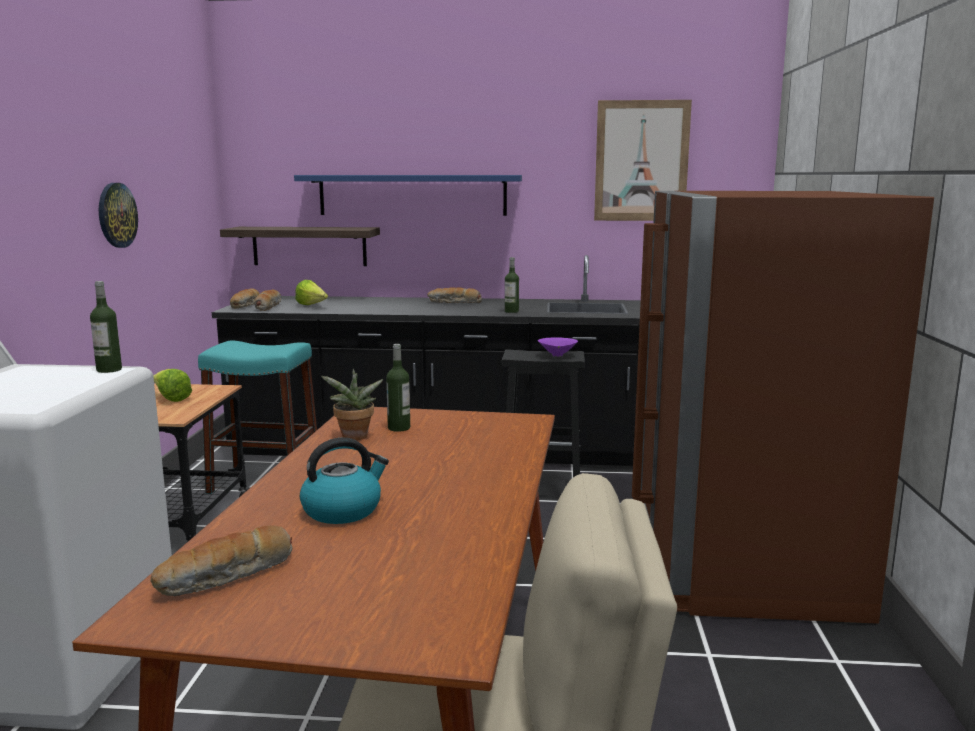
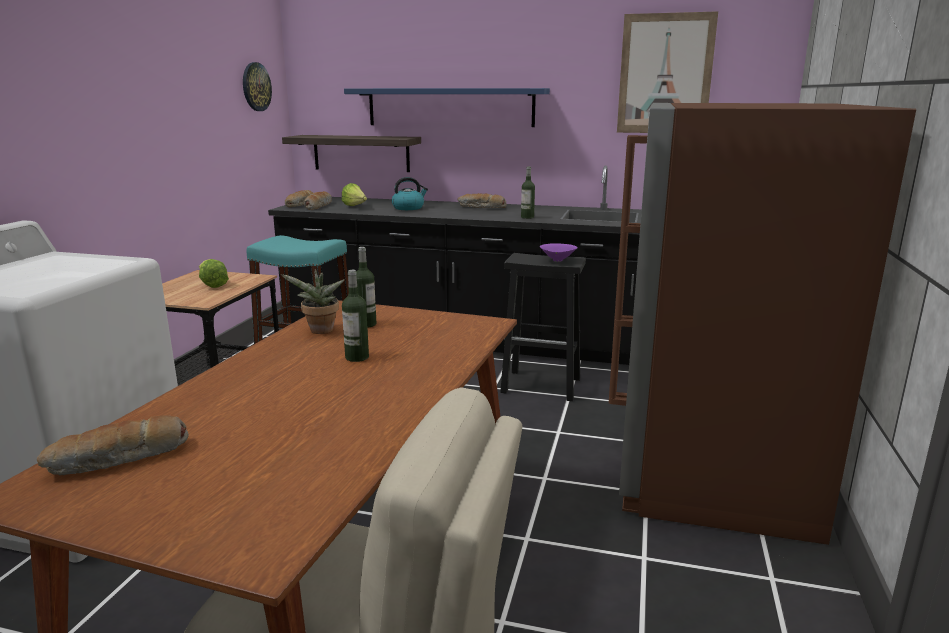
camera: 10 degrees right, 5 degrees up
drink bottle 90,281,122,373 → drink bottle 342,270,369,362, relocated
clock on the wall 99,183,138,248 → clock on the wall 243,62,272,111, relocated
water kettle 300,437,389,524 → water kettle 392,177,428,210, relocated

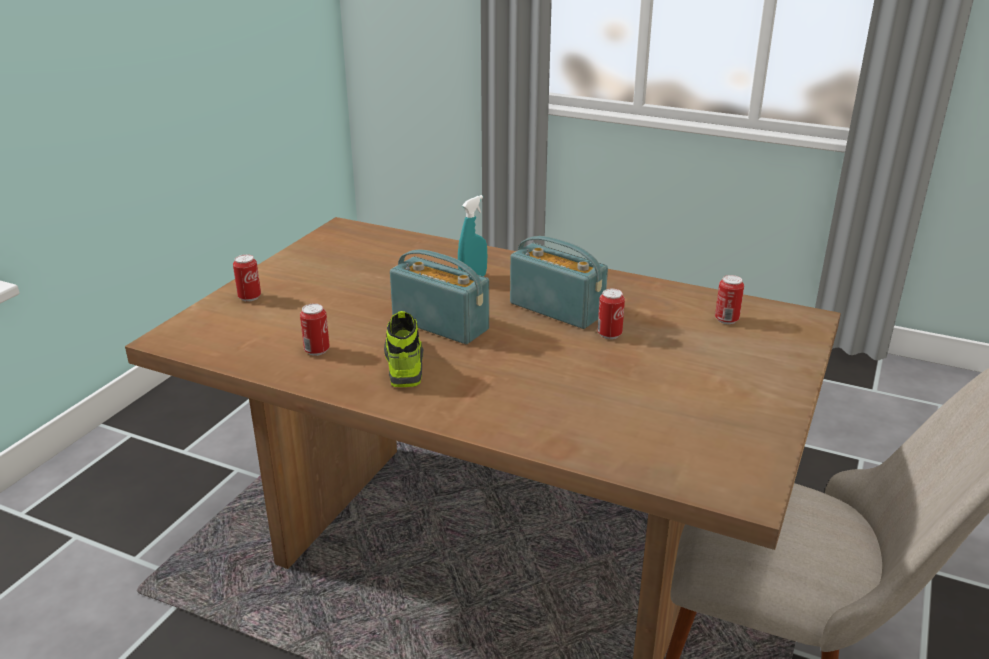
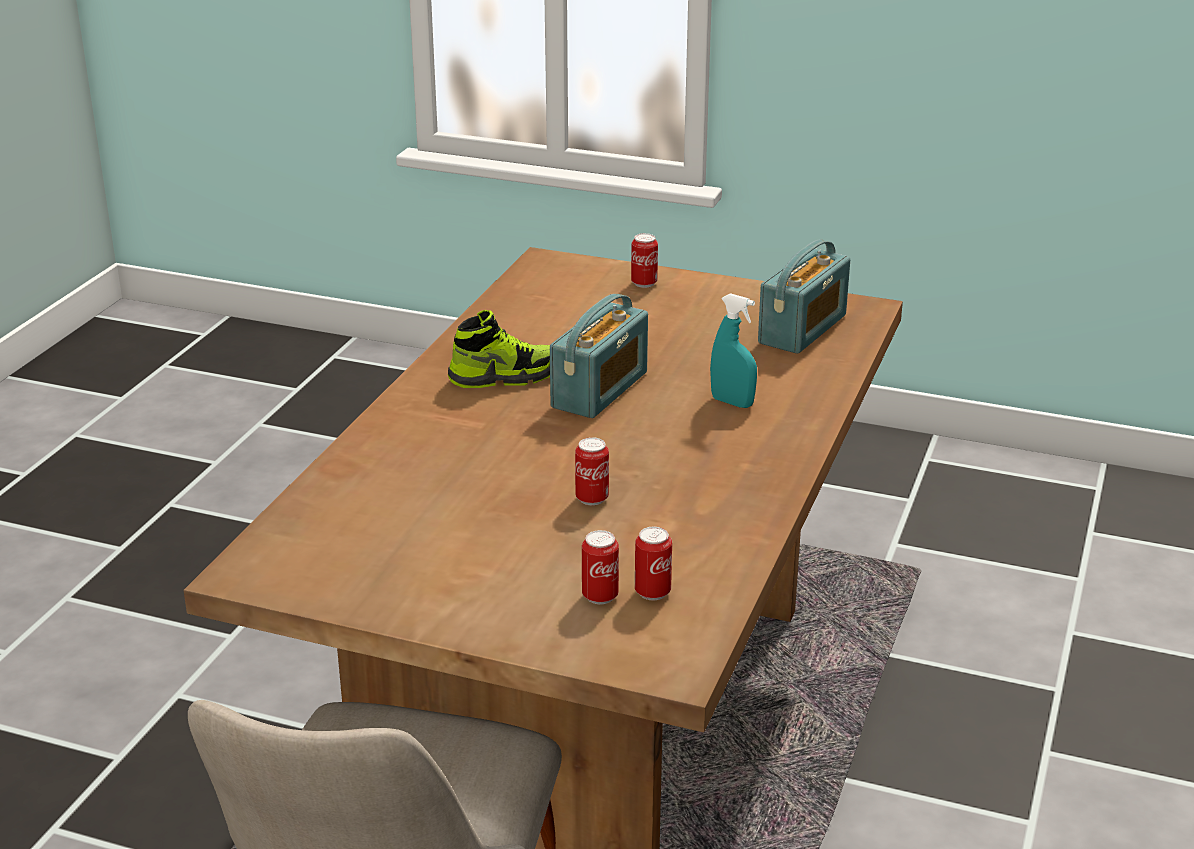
camera: 85 degrees right, 0 degrees up
sealed can 300,303,330,356 → sealed can 582,530,619,604, relocated
radio receiver 510,236,608,329 → radio receiver 758,240,850,354, relocated

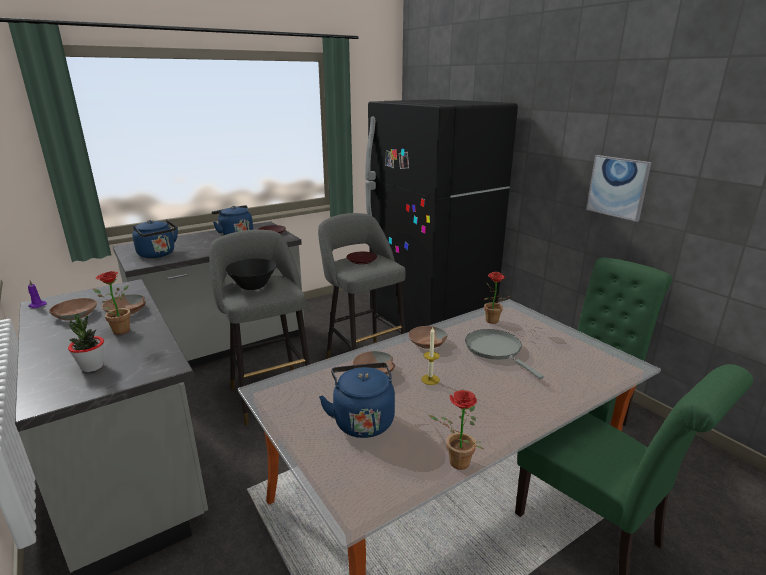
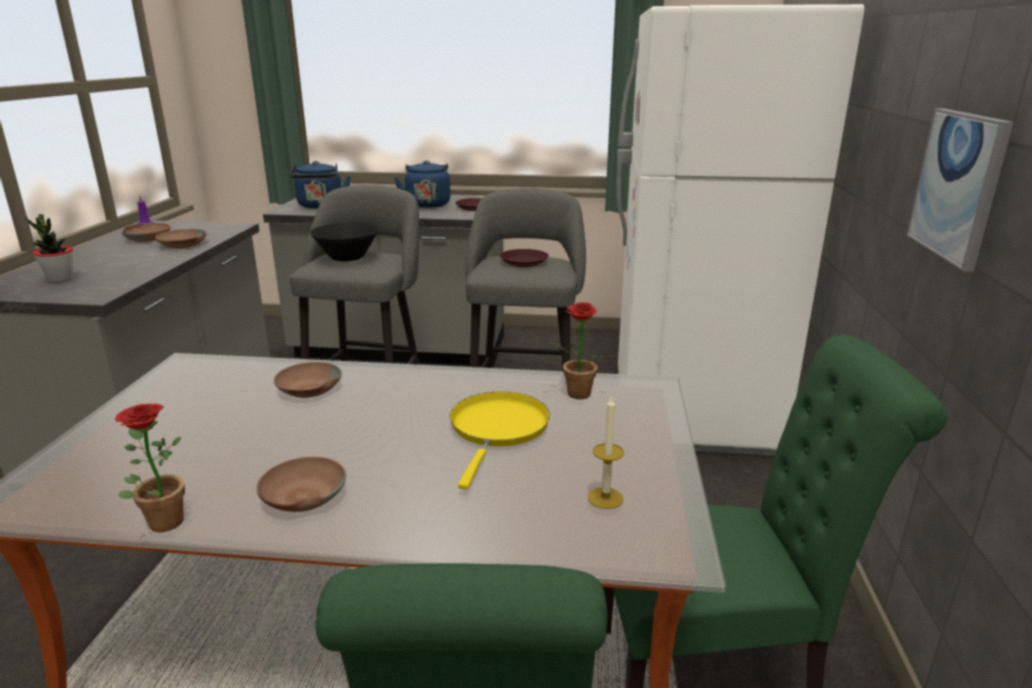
camera: 40 degrees right, 0 degrees up
potted plant 93,271,130,335 → -
water kettle (bluish) 319,363,395,438 → -
refrigerator (black) 365,99,518,333 → refrigerator (white-coloured) 617,4,864,456
bowl (brown) 409,326,448,349 → bowl (brown) 256,457,346,512, relocated
candle 421,328,440,385 → candle 588,396,624,509, relocated
frying pan (gray) 465,329,544,379 → frying pan (yellow-coloured) 450,391,550,490

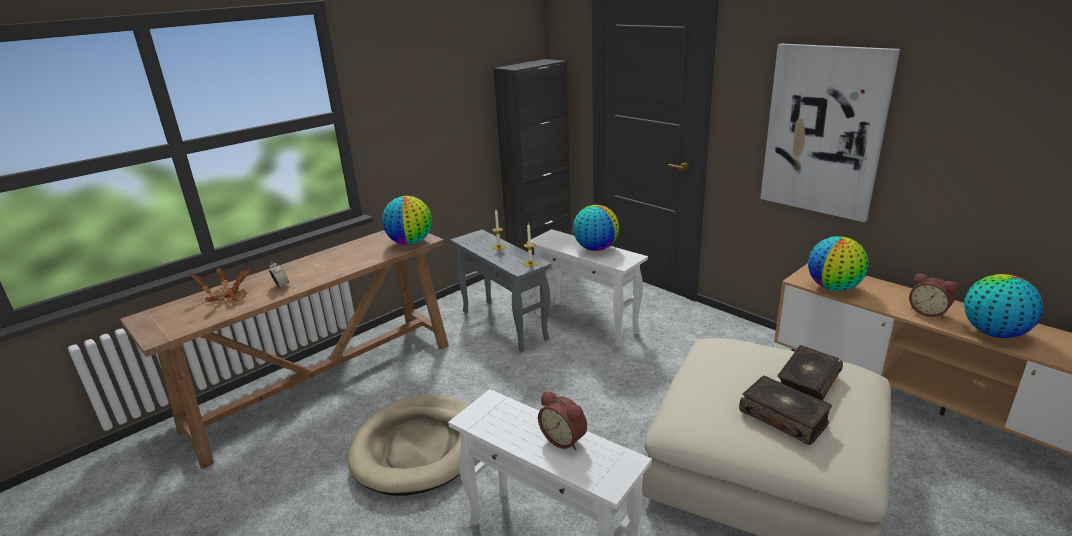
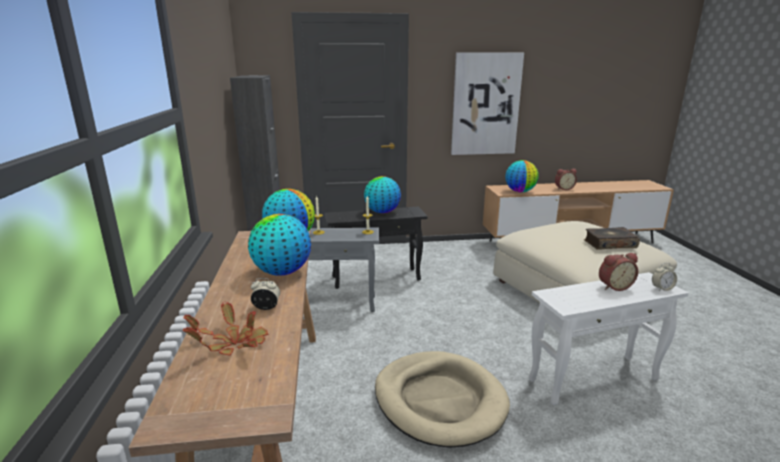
camera: 55 degrees left, 5 degrees down
end table (white-coloured) 527,229,648,348 → end table (black) 325,206,428,289
bound book 777,345,843,401 → -
globe 964,274,1044,338 → globe 248,214,311,276, relocated
- → bedside clock 652,263,677,291

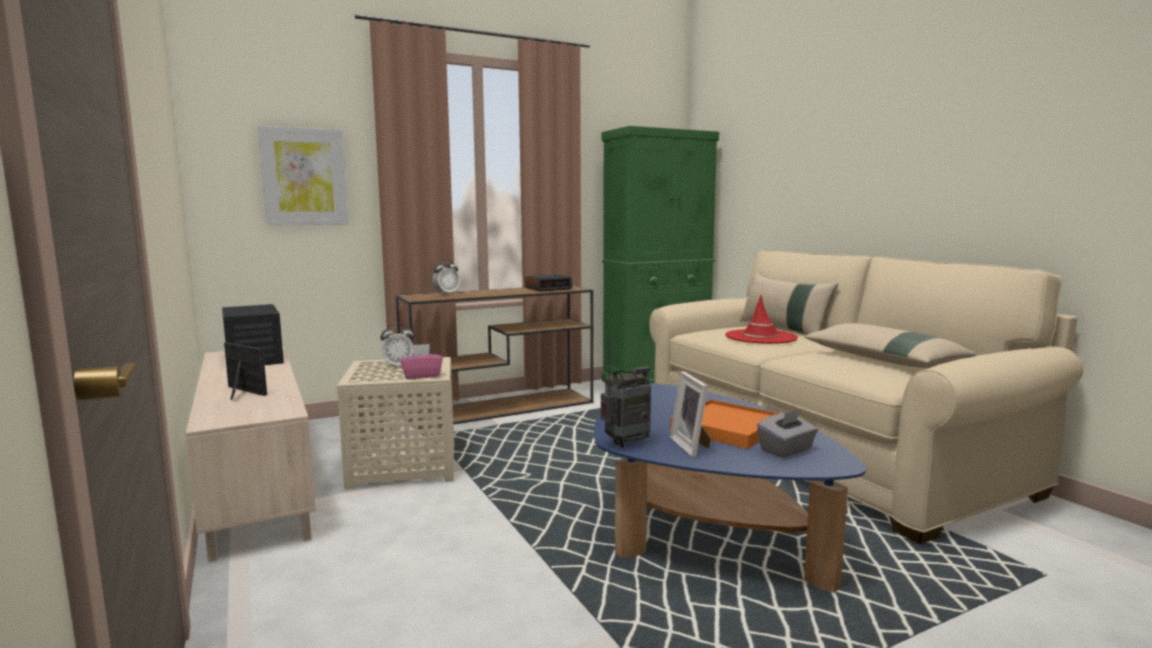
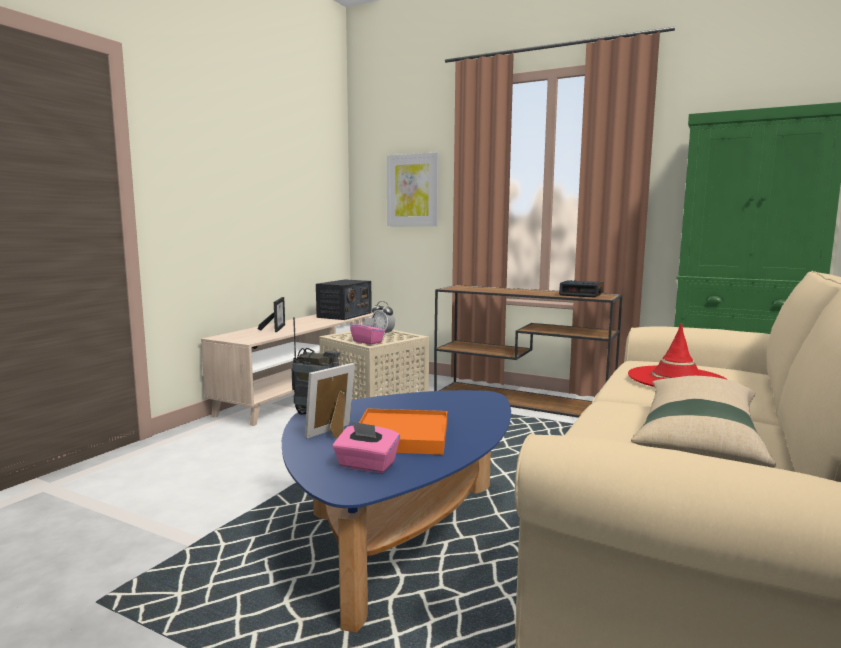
camera: 55 degrees right, 0 degrees up
bedside clock 432,259,460,295 → -
pillow (beige) 740,273,838,335 → -
tissue holder (gray) 757,409,818,458 → tissue holder (pink-coloured) 333,421,400,473

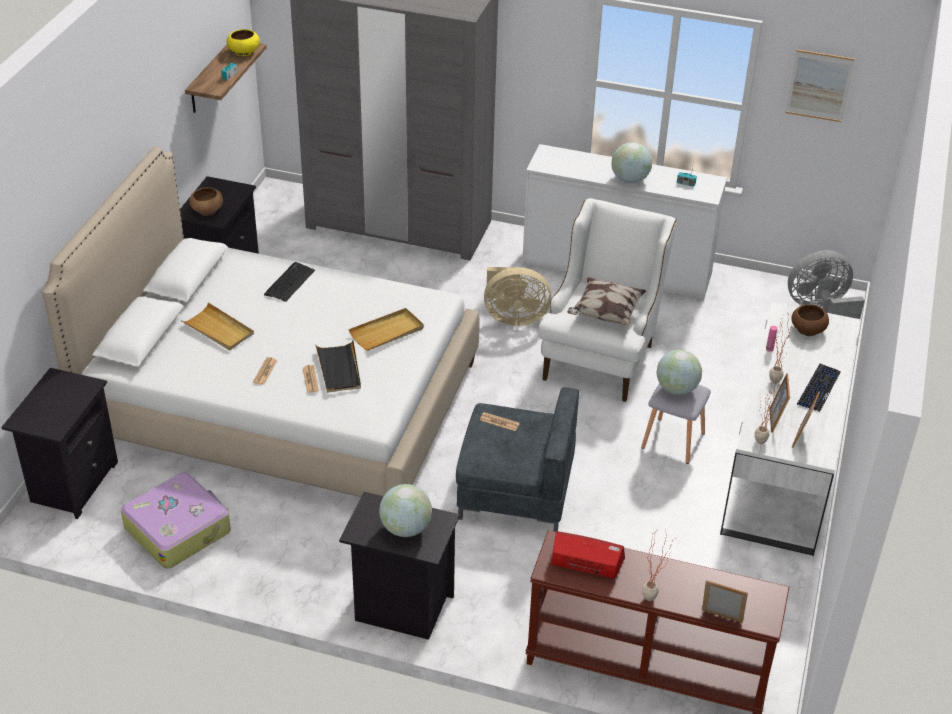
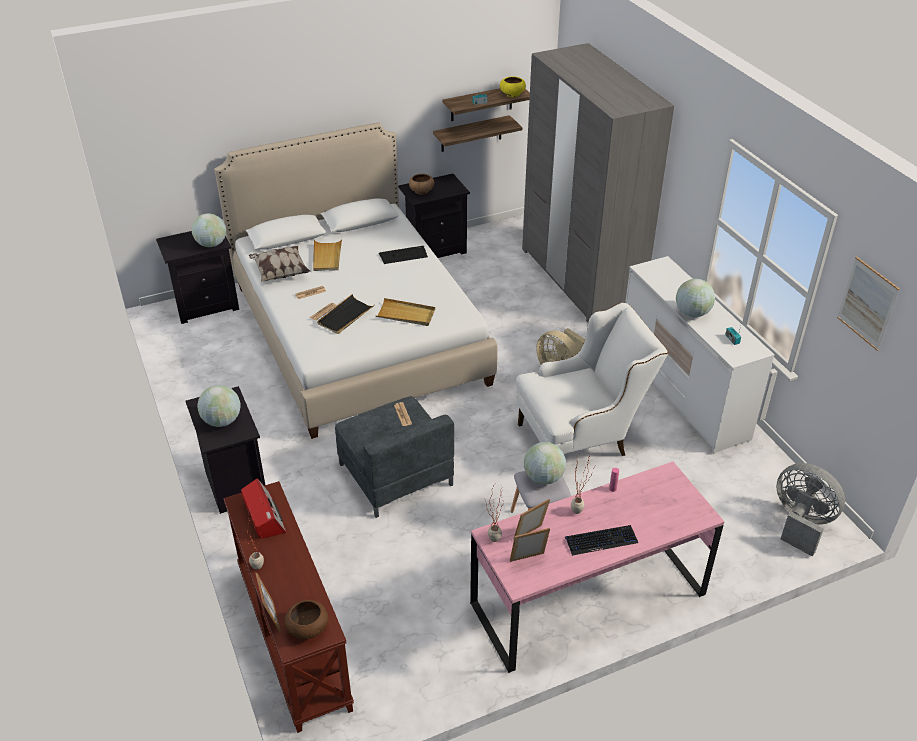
camera: 50 degrees right, 0 degrees up
suitcase 121,473,231,569 → -
pillow 567,277,647,327 → pillow 249,246,311,282, relocated
desk table (white-coloured) 720,302,860,556 → desk table (pink-coloured) 470,462,724,673
bowl (brown) 791,304,829,336 → bowl (brown) 285,600,328,639, relocated
- → globe 192,213,226,247
- → wall shelf 433,115,522,152

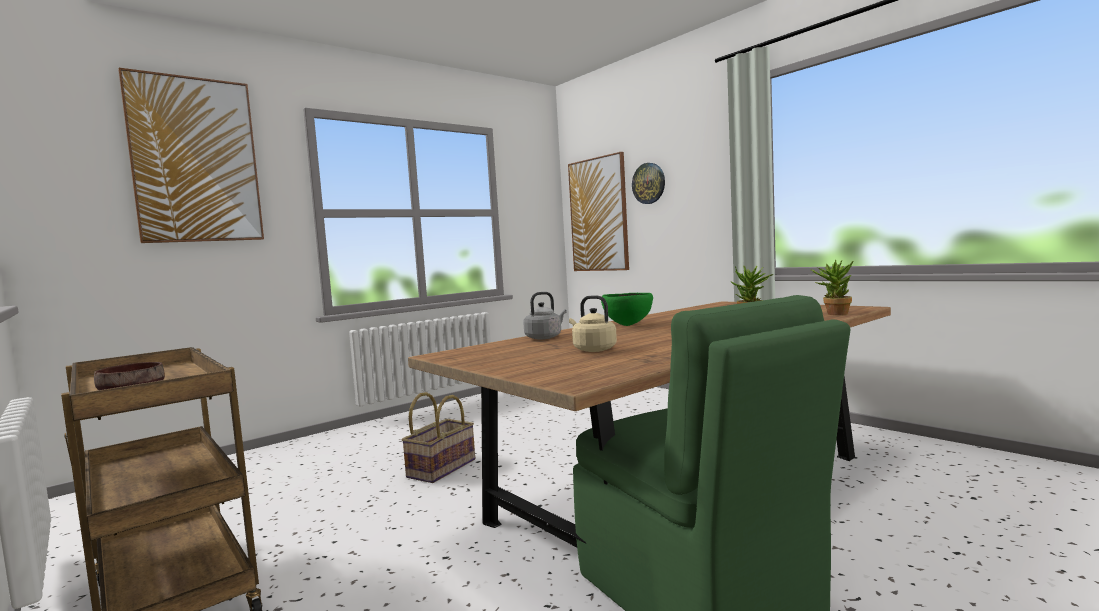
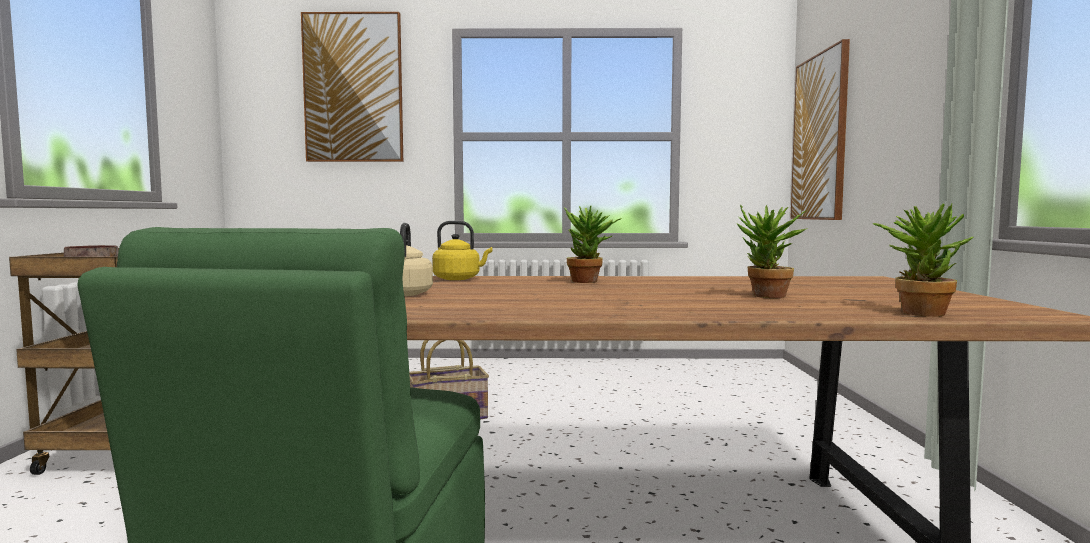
camera: 40 degrees right, 0 degrees up
water kettle (gray) 523,292,567,339 → water kettle (yellow-coloured) 432,221,492,280
bowl (greenish) 601,293,653,326 → potted plant 564,206,622,283
clock on the wall 632,163,665,204 → -

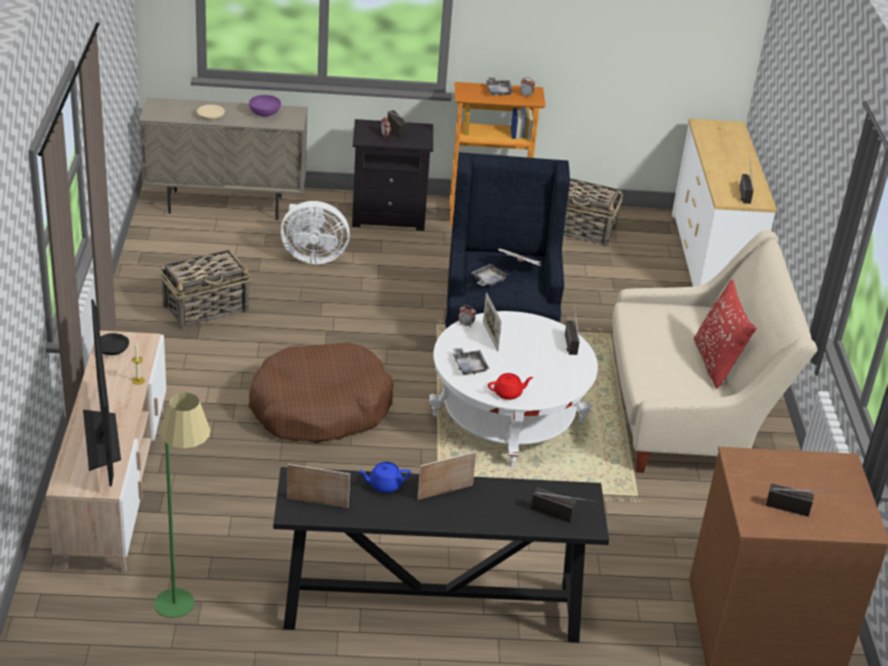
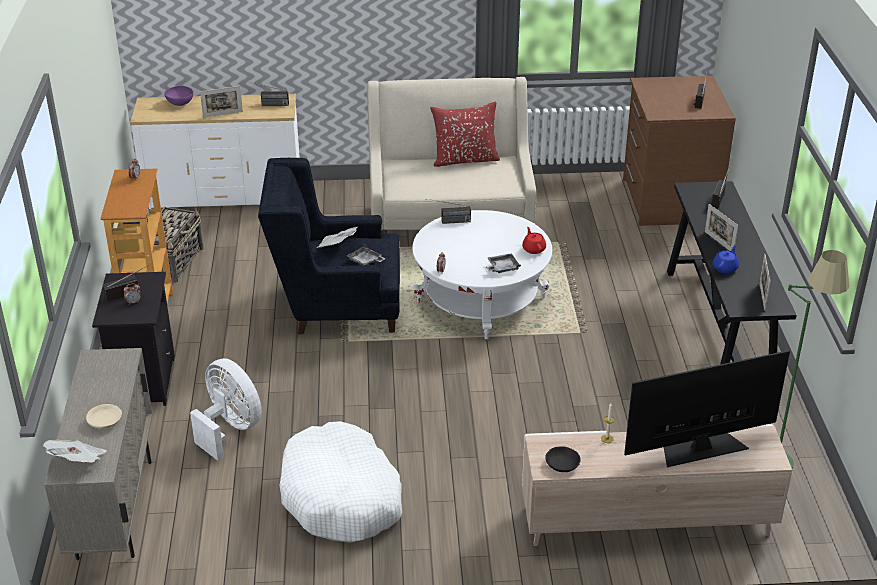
camera: 90 degrees left, 0 degrees up
basket 160,249,250,329 → pet bed (white-coloured) 279,421,402,543
bowl (purple) 249,95,281,117 → bowl (purple) 164,86,193,106, relocated
pet bed (brown) 249,342,394,443 → -
fan (white-coloured) 281,201,350,264 → fan (white-coloured) 190,358,262,461, 45 degrees counterclockwise
pot for tea (bluish) 358,462,411,493 → pot for tea (bluish) 713,245,739,273, 135 degrees counterclockwise
standing frame 483,293,502,352 → standing frame 200,86,243,118, relocated
tray (gray) 486,77,513,96 → -
- → newspaper 43,440,107,463

